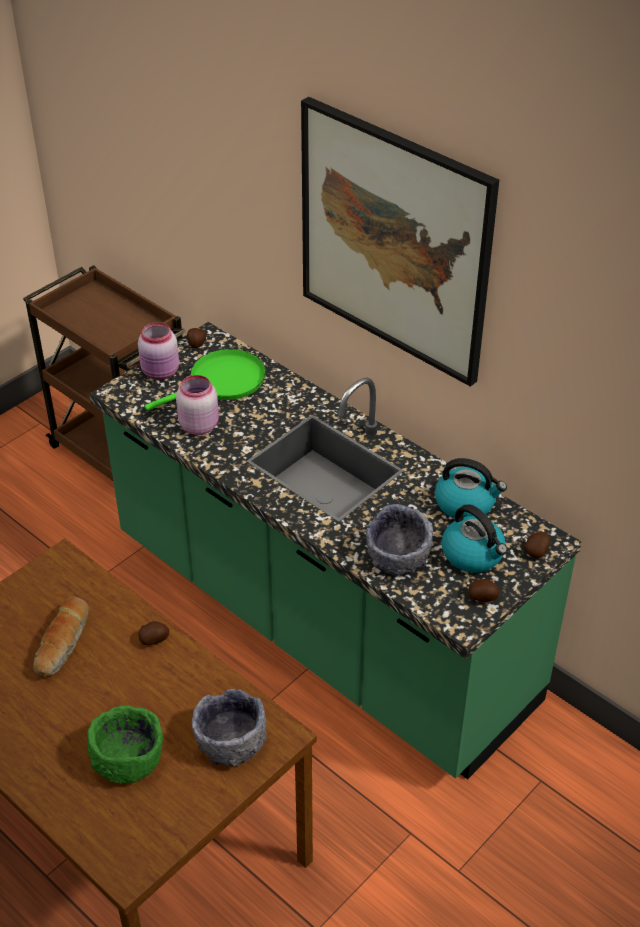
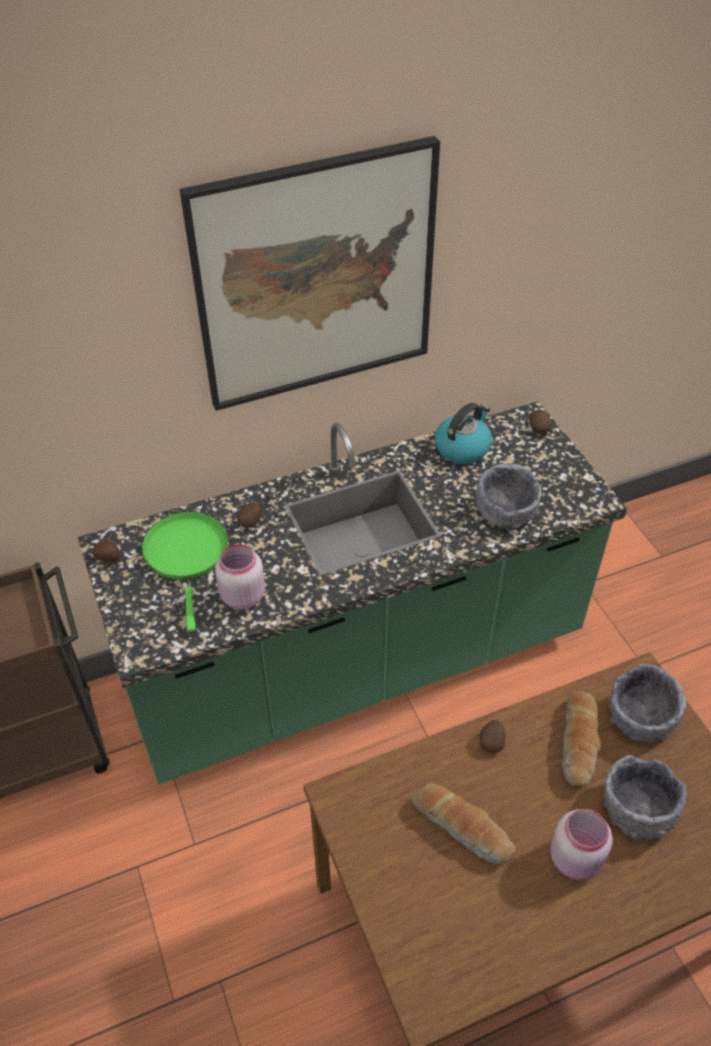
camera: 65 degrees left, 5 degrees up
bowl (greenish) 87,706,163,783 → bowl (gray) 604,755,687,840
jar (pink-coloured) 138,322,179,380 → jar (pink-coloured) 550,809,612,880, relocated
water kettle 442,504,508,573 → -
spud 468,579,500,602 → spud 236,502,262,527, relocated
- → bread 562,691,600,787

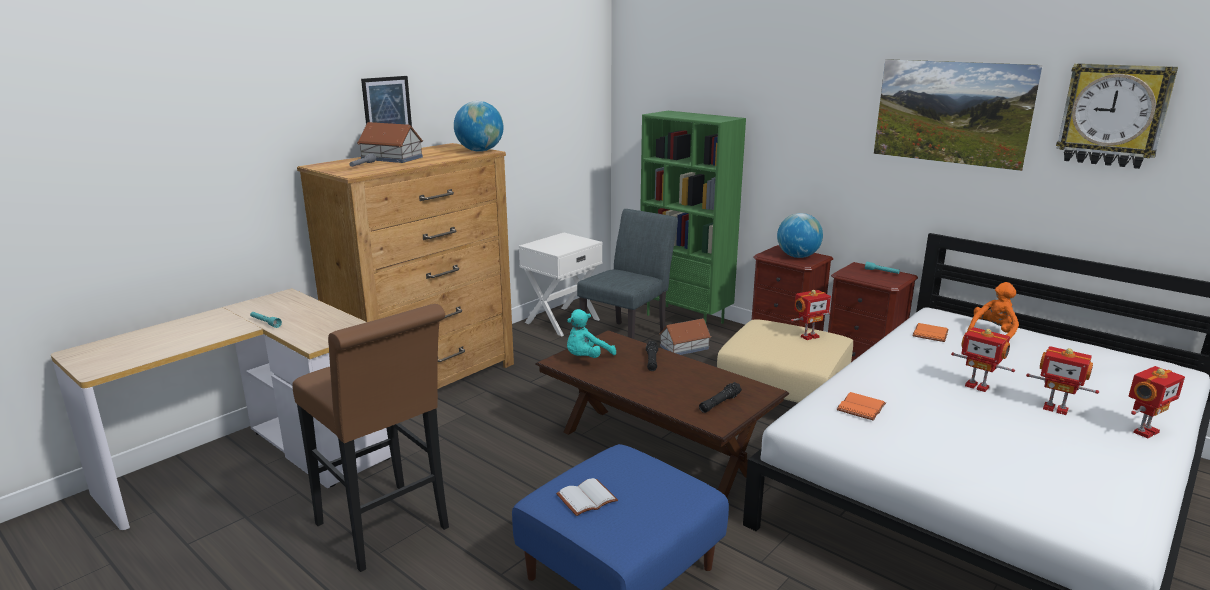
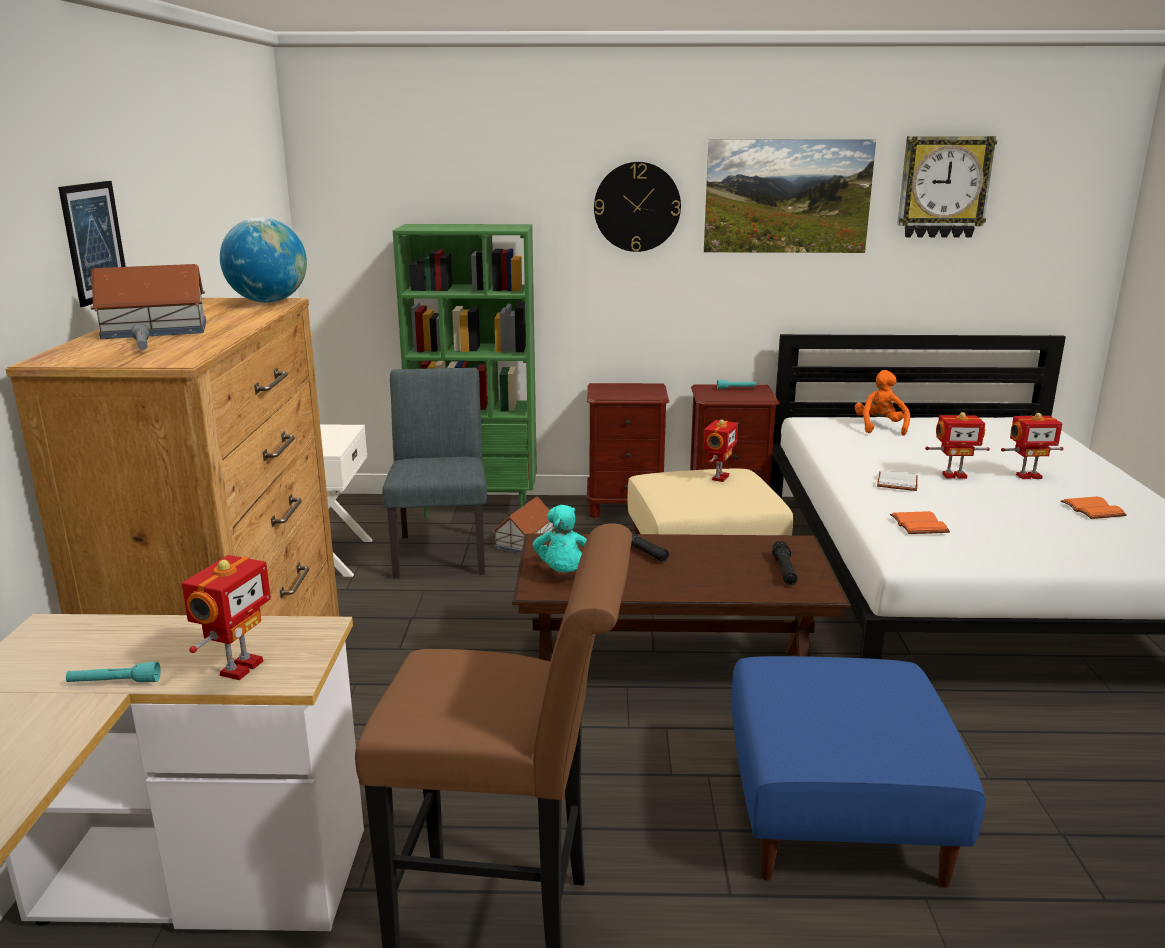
camera: 40 degrees left, 0 degrees up
bound book (white-coloured) 556,478,618,516 → bound book (white-coloured) 877,470,918,491, relocated
globe 777,213,823,258 → -
bound book (orange) 913,323,949,342 → bound book (orange) 1061,497,1127,519, relocated
toy robot 1129,366,1185,438 → toy robot 182,555,271,680, relocated
- → clock on the wall 594,162,681,252

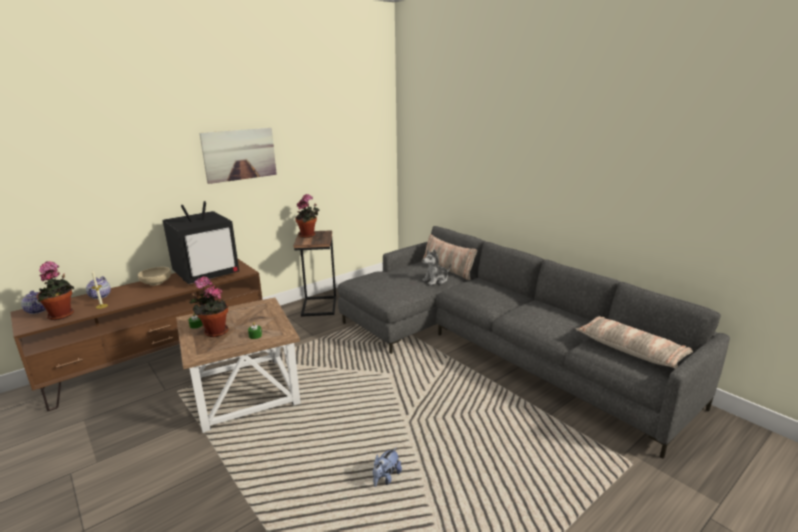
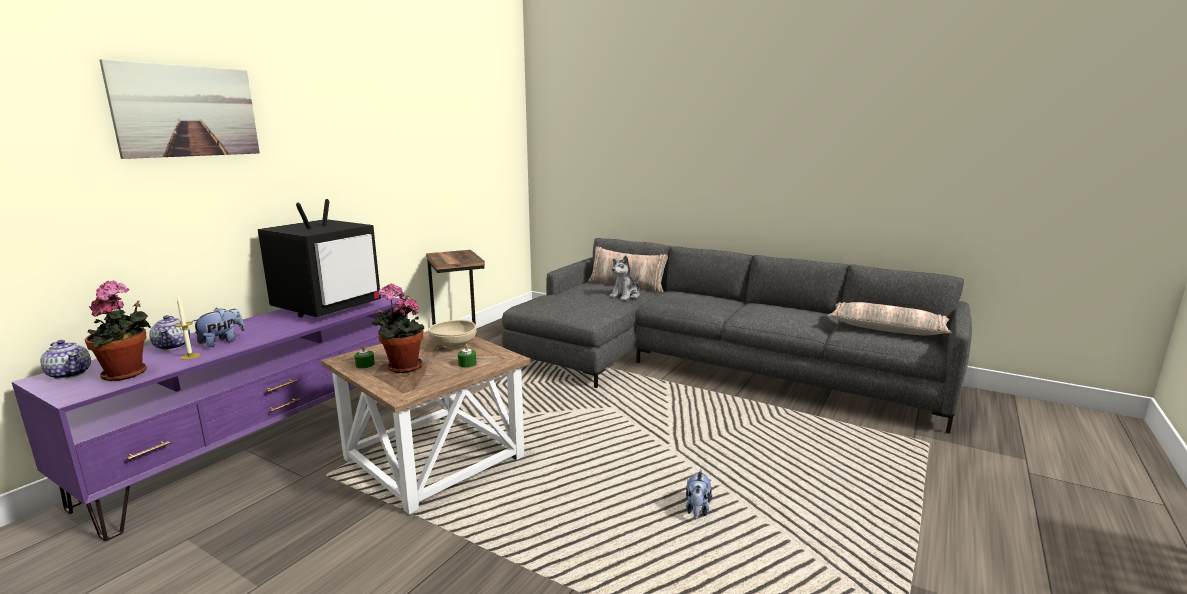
camera: 20 degrees left, 5 degrees down
media console (brown) 10,259,263,411 → media console (purple) 12,295,408,541
bowl (beige) 138,267,171,286 → bowl (beige) 428,320,477,349, relocated
picture 199,128,277,184 → picture 99,59,260,159, relocated
potted plant 296,194,319,238 → -
- → cuddly toy 191,308,245,347

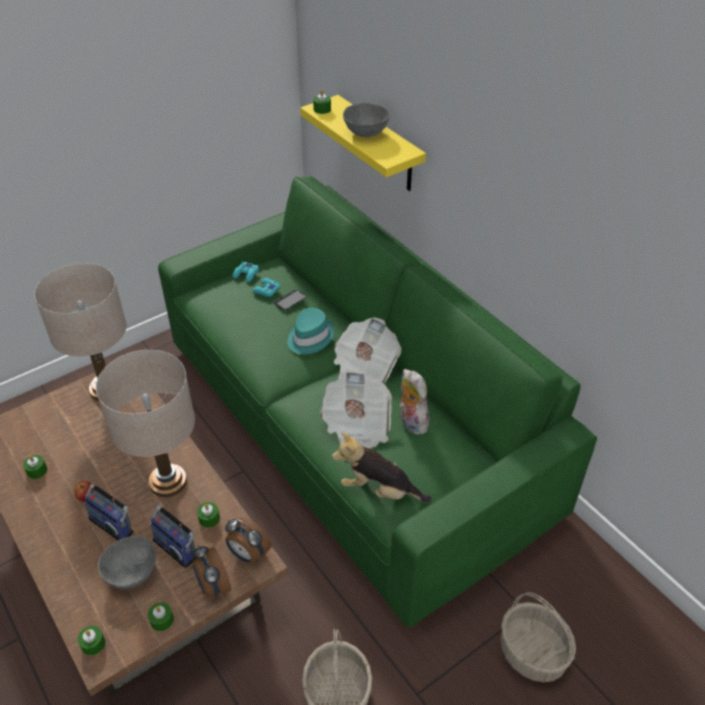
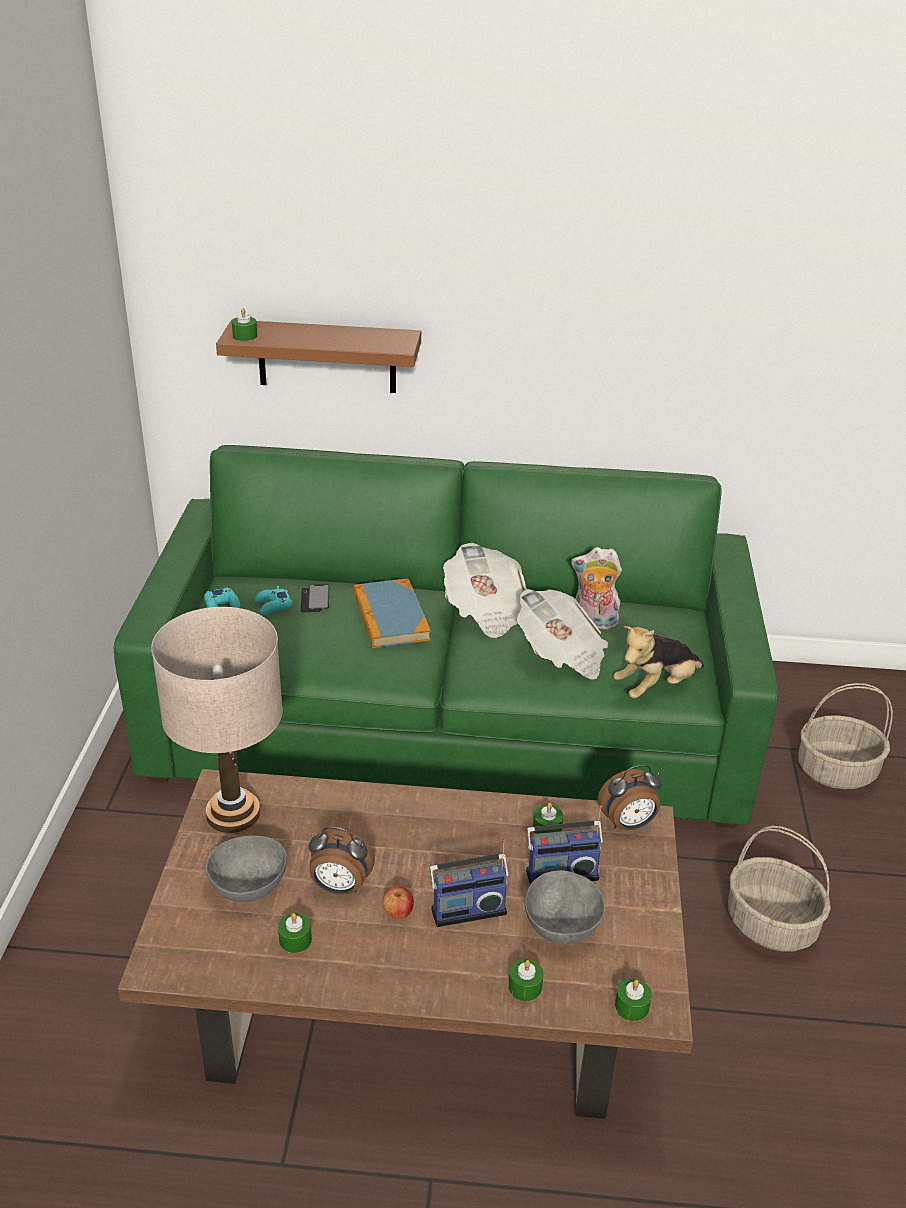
camera: 50 degrees left, 10 degrees down
table lamp (beige) 96,350,195,497 → -
candle (greenish) 148,602,174,631 → candle (greenish) 509,959,543,1001, relocated
bedside clock 193,545,231,597 → bedside clock 308,827,375,895, relocated
hat (blue-green) 288,308,334,354 → bound book 353,578,431,648
wall shelf (yellow-coloured) 300,95,426,191 → wall shelf (brown) 216,320,421,393
bowl (gray) 343,103,390,137 → bowl (gray) 205,835,287,902, relocated

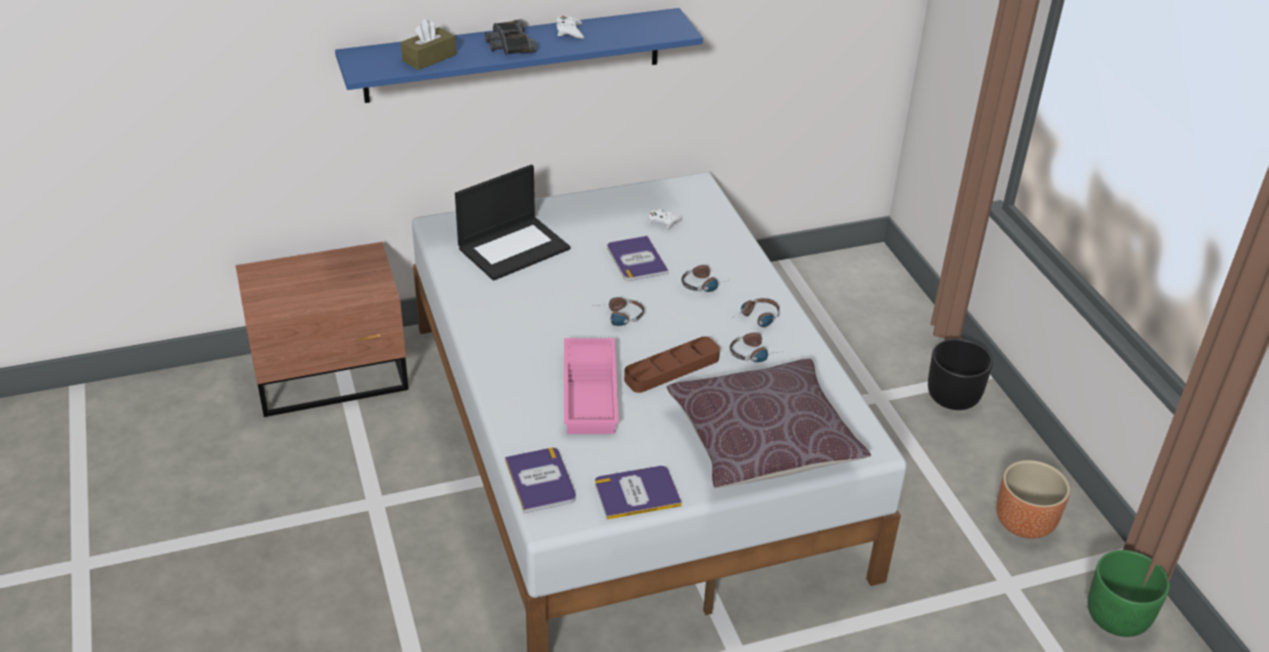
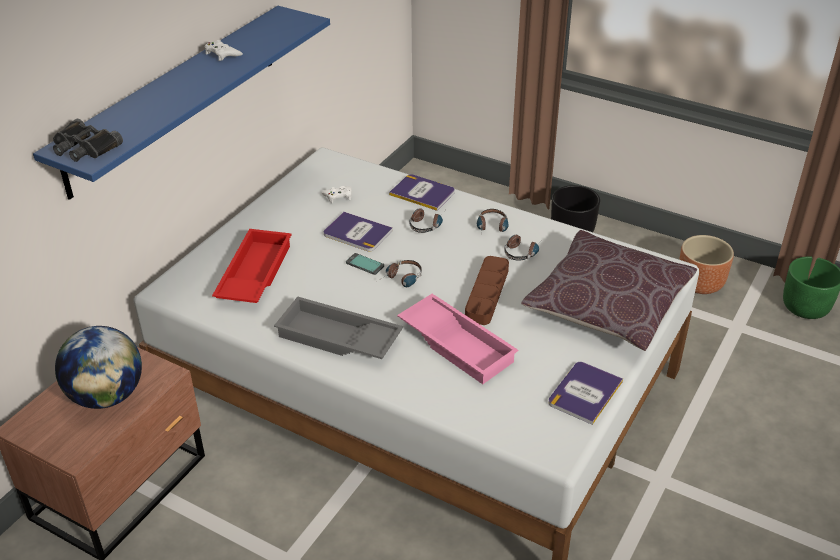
camera: 40 degrees left, 0 degrees up
tissue holder (brown) 401,18,456,70 → -
notebook computer 455,165,570,281 → tray (red) 212,229,292,303
field glasses (black) 485,19,537,54 → field glasses (black) 53,119,123,162, relocated
bound book 505,448,576,513 → bound book 389,174,455,211, relocated
- → globe 55,326,142,409
- → tray (gray) 274,296,403,359
- → telephone 346,253,384,275

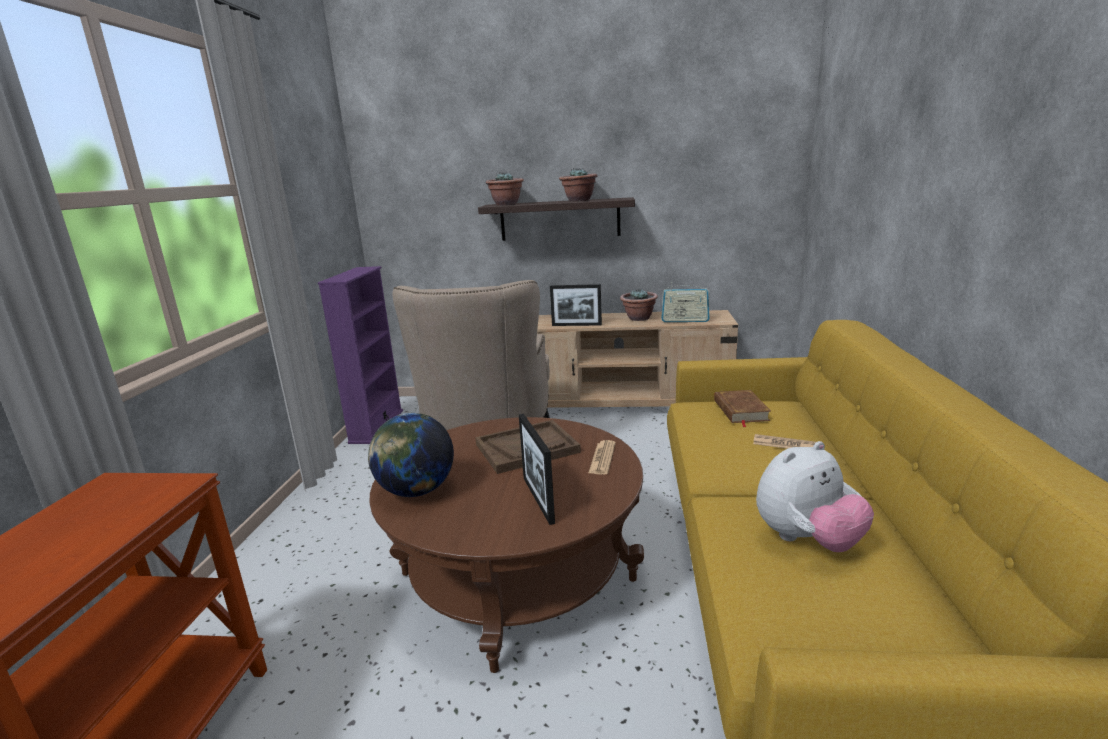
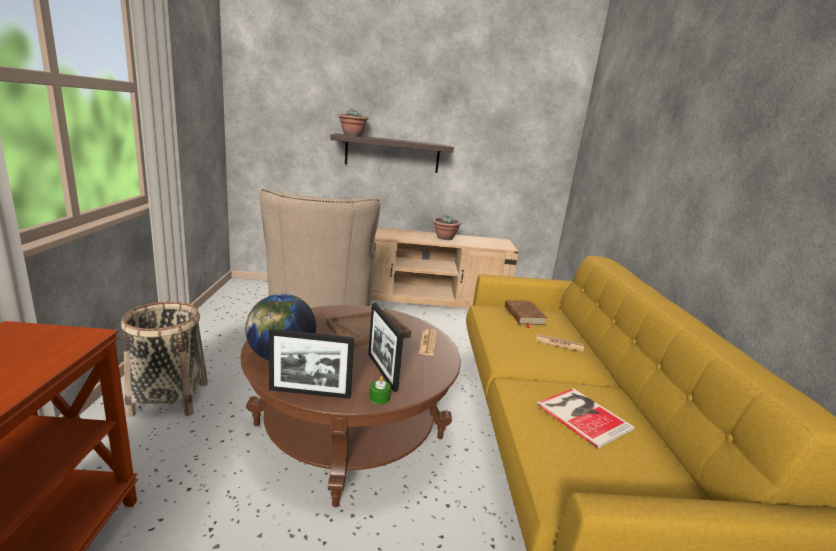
camera: 10 degrees left, 0 degrees up
shelving unit (purple) 318,266,403,444 → -
standing frame 550,284,602,326 → standing frame 269,329,354,399, relocated
potted plant 559,168,598,201 → -
radio receiver 661,282,710,322 → -
cuddly toy 756,441,874,552 → bound book 536,388,634,448
- → basket 121,301,208,417
- → candle (greenish) 369,376,391,404

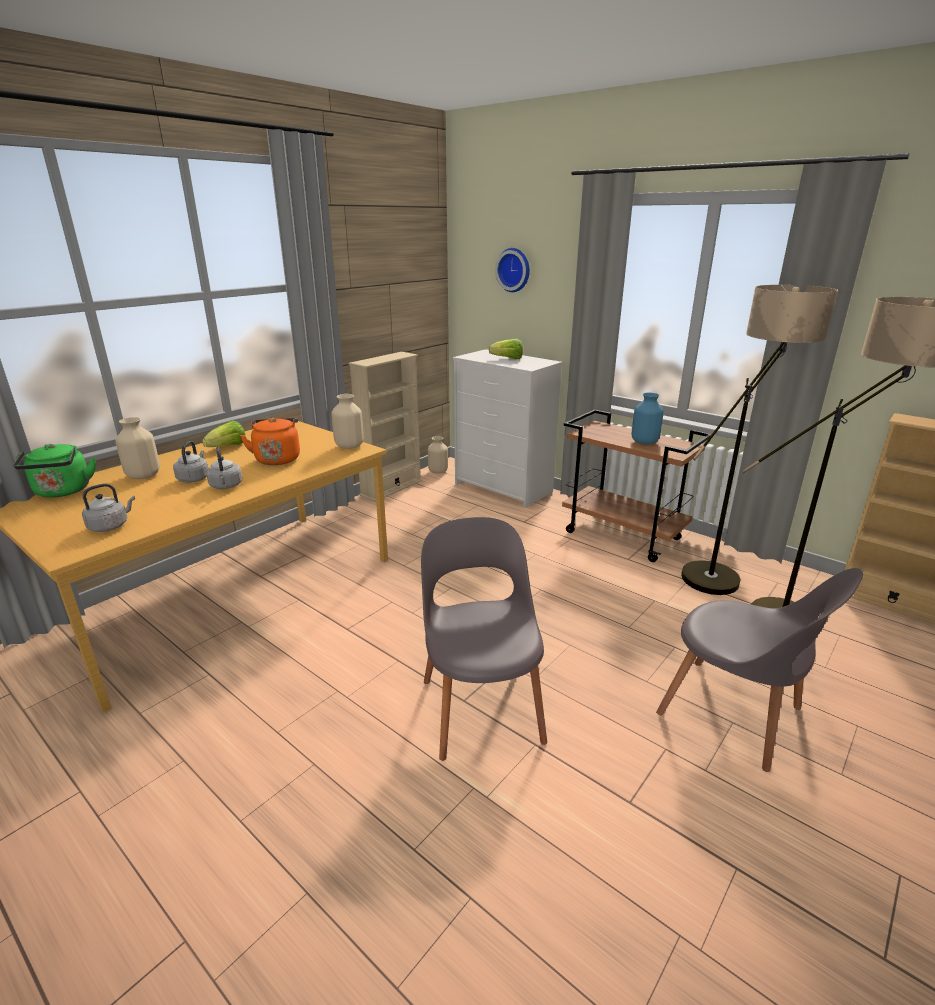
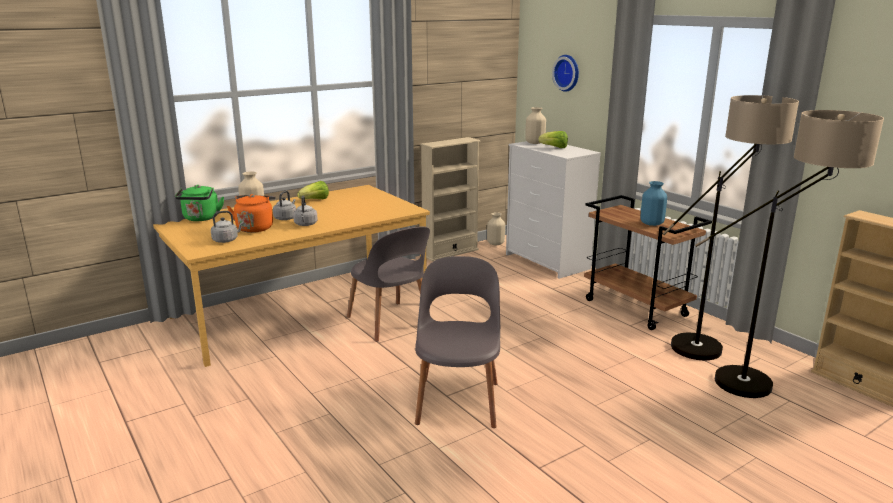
camera: 15 degrees right, 5 degrees down
water kettle (orange) 240,418,300,465 → water kettle (orange) 227,194,276,233, relocated
flower vase (beige) 331,394,364,449 → flower vase (beige) 525,107,546,144, relocated
plain chair (gray) 656,568,863,772 → plain chair (gray) 347,226,430,342, relocated

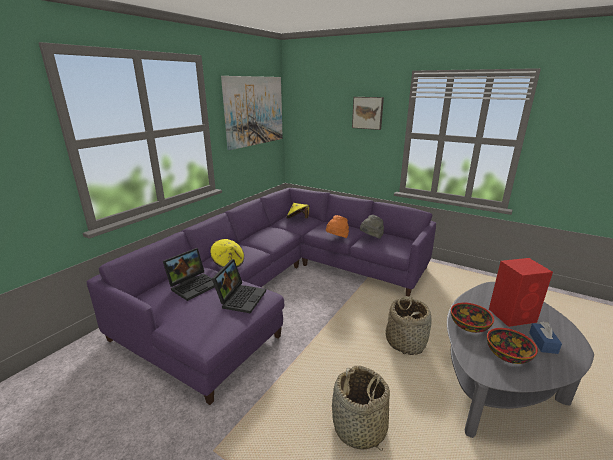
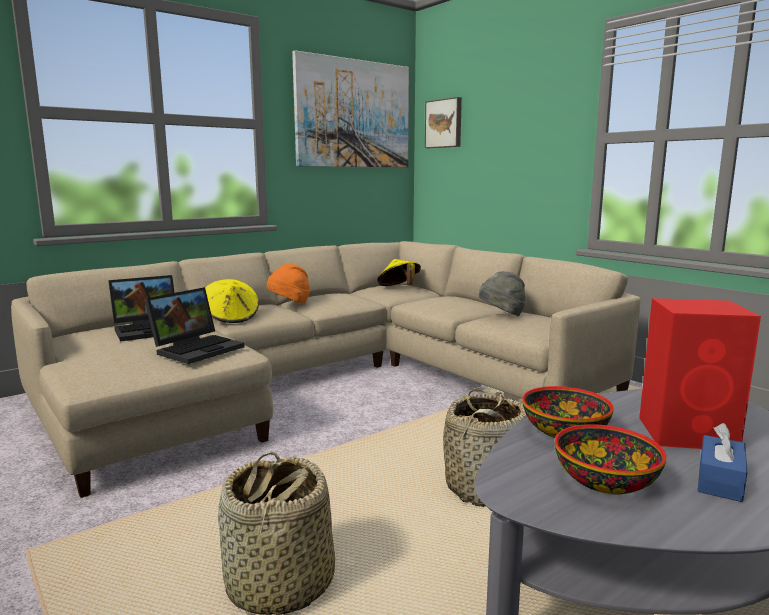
camera: 20 degrees right, 10 degrees down
settee (purple) 87,188,436,405 → settee (beige) 11,241,641,498
hat (orange) 326,215,349,238 → hat (orange) 267,264,310,304, relocated
picture 352,97,384,130 → picture 425,97,462,148, relocated

